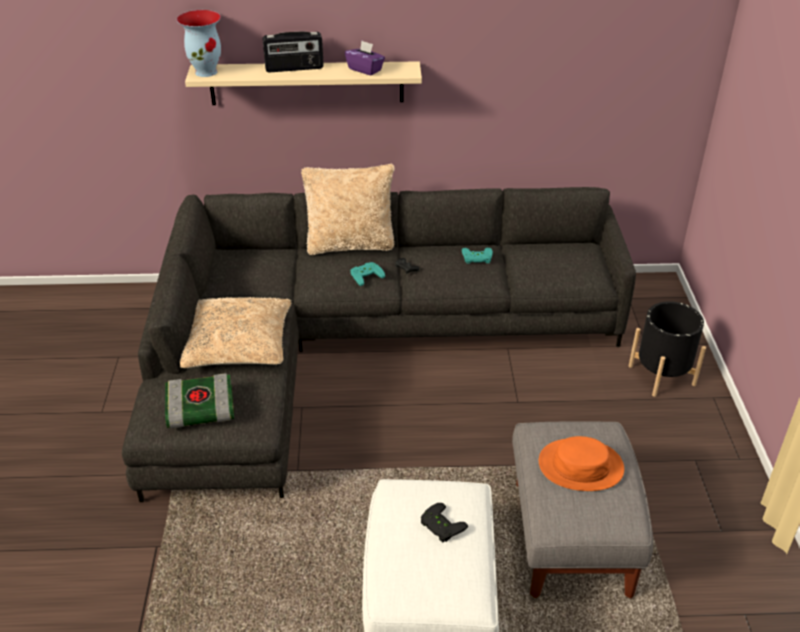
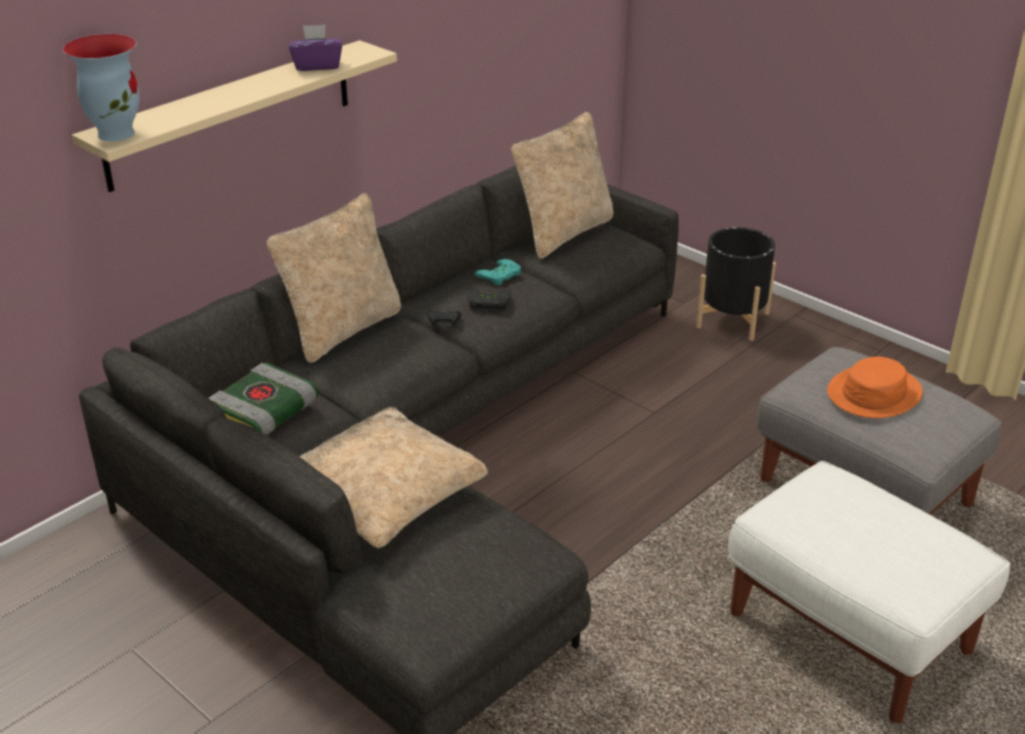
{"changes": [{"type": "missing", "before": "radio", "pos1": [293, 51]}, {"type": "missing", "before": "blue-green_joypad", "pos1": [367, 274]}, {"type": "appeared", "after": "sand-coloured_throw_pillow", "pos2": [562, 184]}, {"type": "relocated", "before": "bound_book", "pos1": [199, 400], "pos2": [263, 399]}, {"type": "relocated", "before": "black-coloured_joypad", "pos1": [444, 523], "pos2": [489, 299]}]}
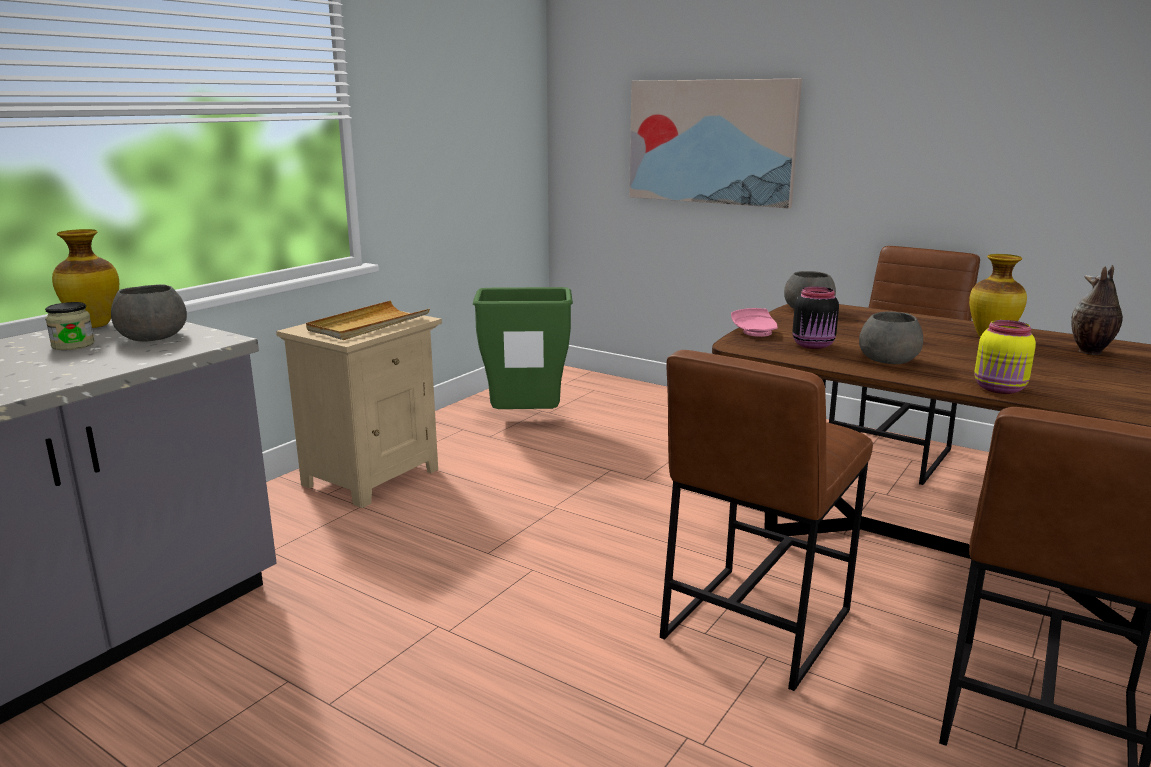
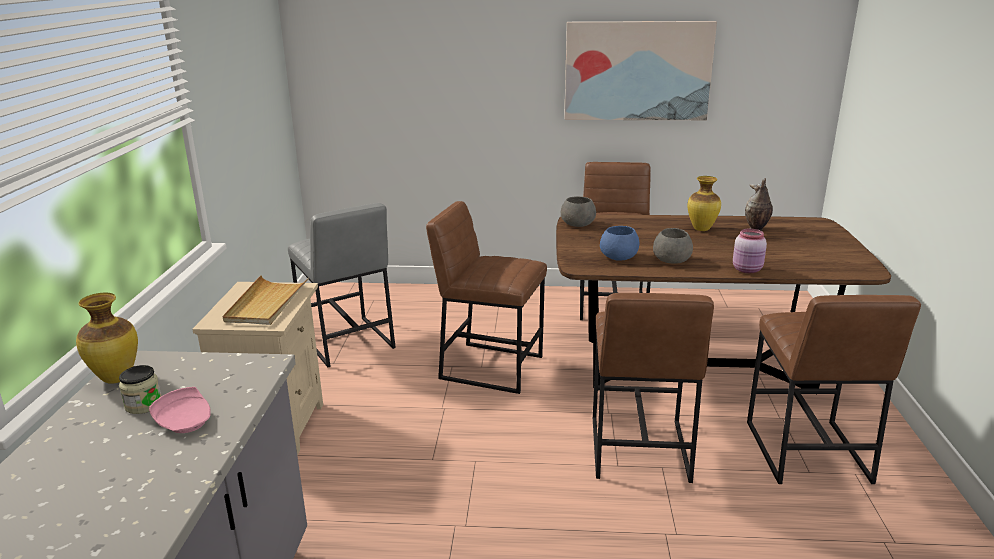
{"changes": [{"type": "missing", "before": "gray_bowl", "pos1": [149, 312]}, {"type": "appeared", "after": "brown_upright_chair", "pos2": [486, 297]}, {"type": "relocated", "before": "wall_art", "pos1": [715, 144], "pos2": [640, 70]}, {"type": "relocated", "before": "pinkish_dinner_plate", "pos1": [754, 322], "pos2": [180, 410]}, {"type": "exchanged", "before": "green-coloured_rubbish_bin", "after": "gray_upright_chair", "pos1": [523, 348], "pos2": [342, 285]}, {"type": "exchanged", "before": "black-coloured_jar", "after": "blue-coloured_bowl", "pos1": [815, 317], "pos2": [619, 243]}, {"type": "colour", "before": "yellow-coloured_jar", "after": "pinkish_jar", "pos1": [1005, 357], "pos2": [750, 251]}]}
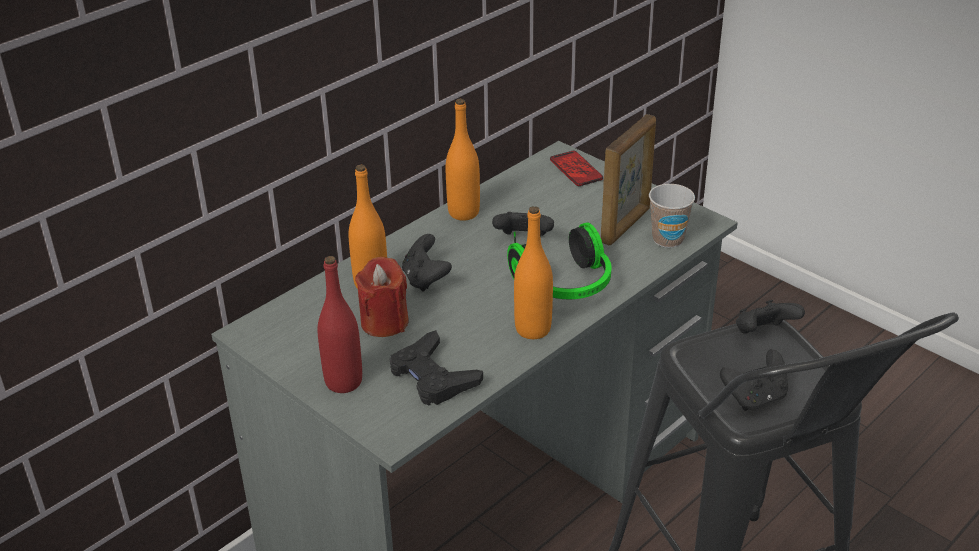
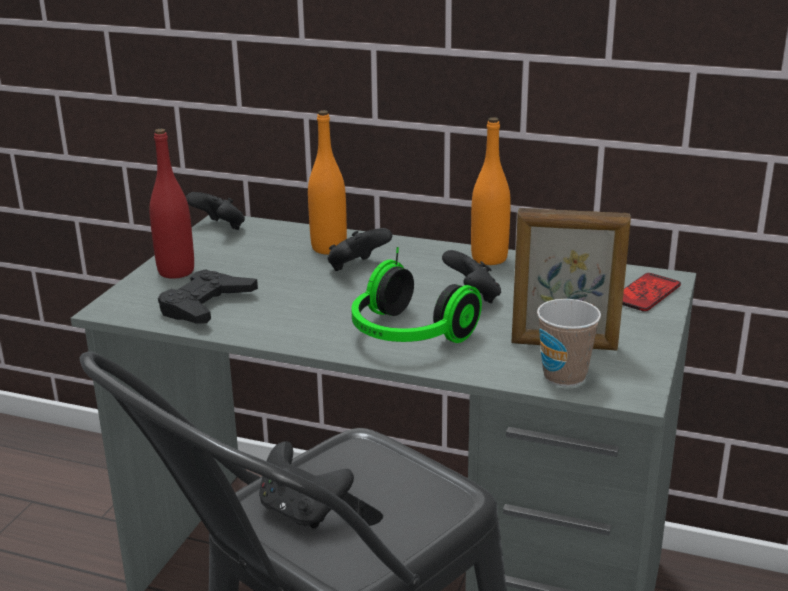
{"changes": [{"type": "missing", "before": "red_wax_light", "pos1": [382, 297]}, {"type": "missing", "before": "orange-coloured_beverage_bottle", "pos1": [533, 272]}, {"type": "relocated", "before": "black-coloured_joypad", "pos1": [770, 317], "pos2": [215, 211]}]}
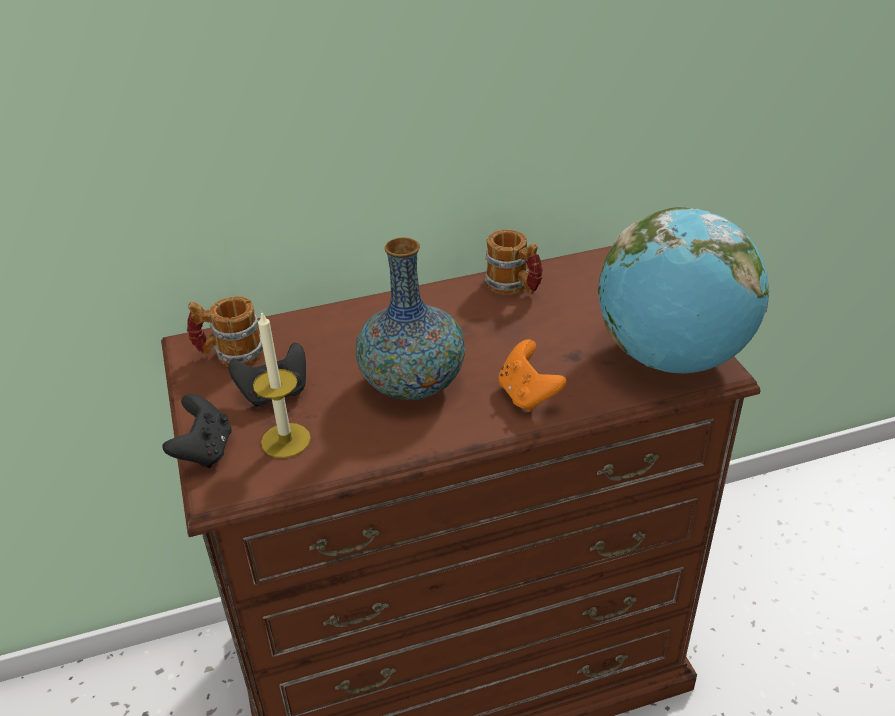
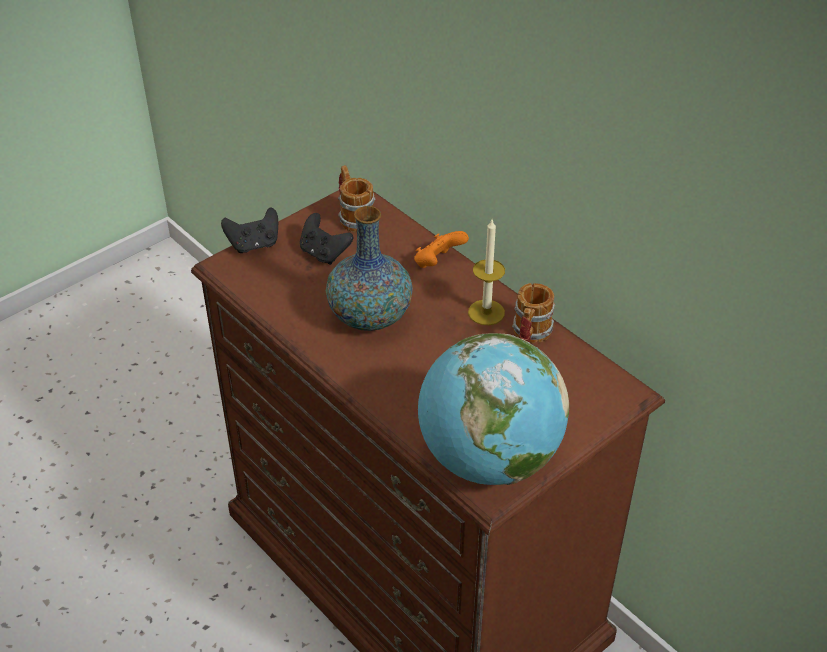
{"changes": [{"type": "relocated", "before": "wax_light", "pos1": [282, 385], "pos2": [486, 272]}, {"type": "relocated", "before": "orange-coloured_joypad", "pos1": [532, 375], "pos2": [441, 249]}]}
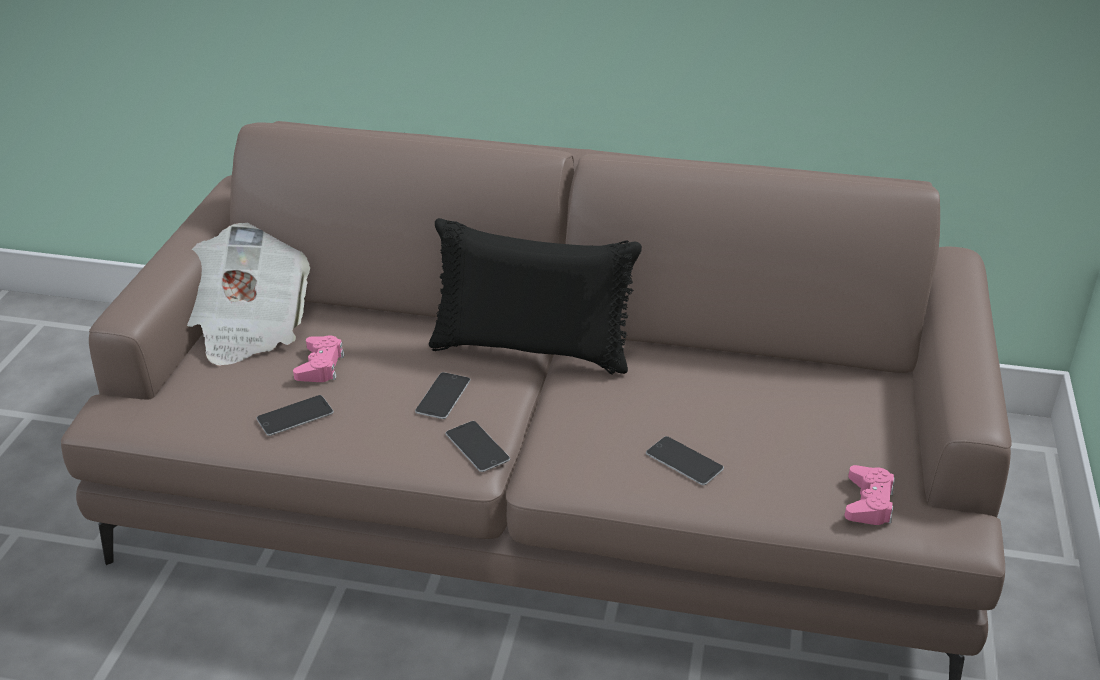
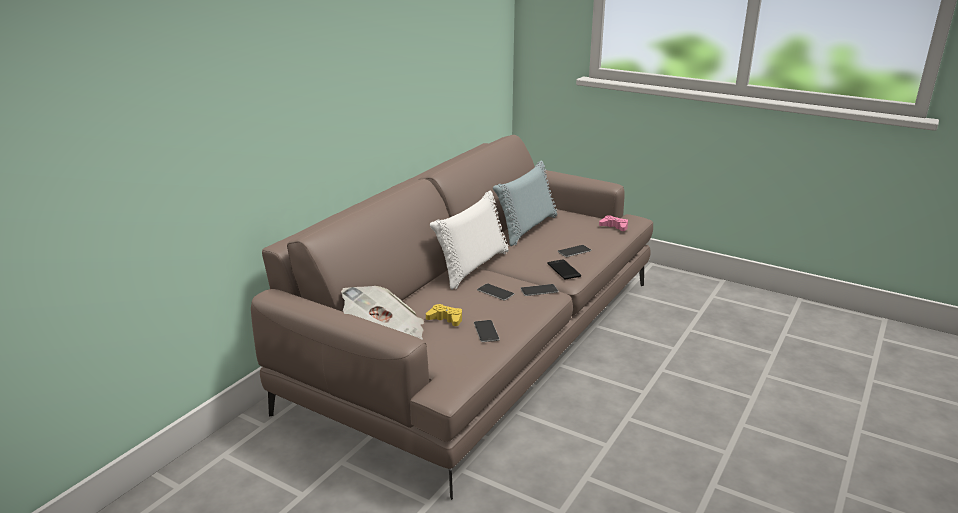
{"changes": [{"type": "appeared", "after": "blue-coloured_throw_pillow", "pos2": [525, 203]}, {"type": "appeared", "after": "phone", "pos2": [564, 269]}, {"type": "colour", "before": "pinkish_joypad", "after": "yellow-coloured_joypad", "pos1": [319, 358], "pos2": [444, 315]}, {"type": "colour", "before": "black-coloured_throw_pillow", "after": "white_throw_pillow", "pos1": [535, 296], "pos2": [469, 240]}]}
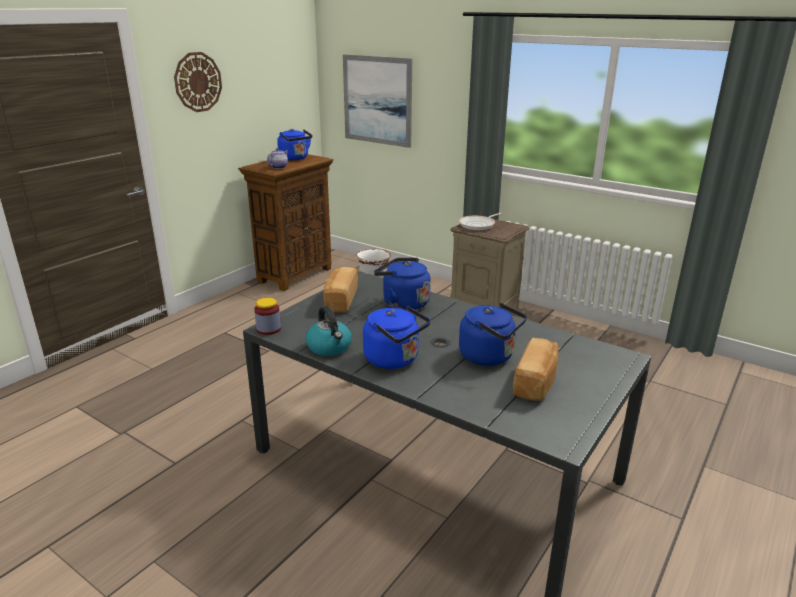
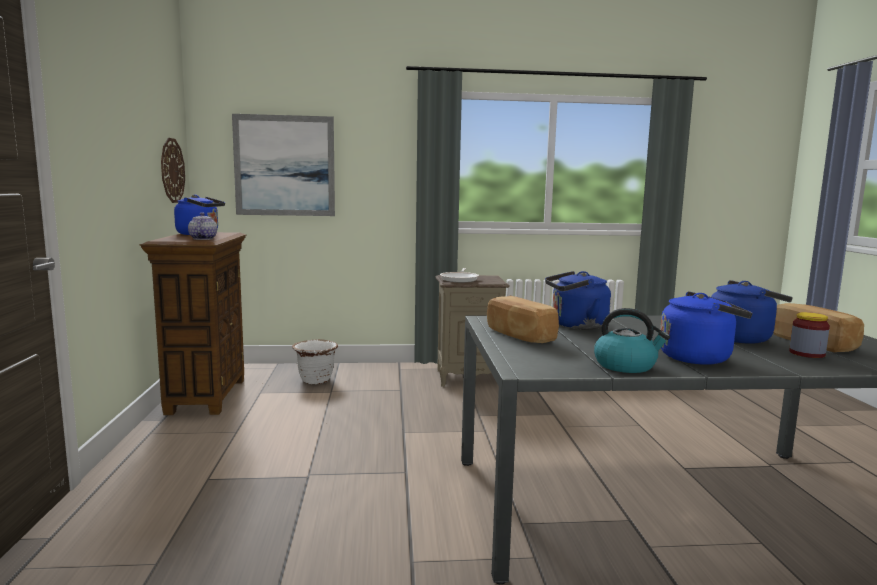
{"changes": [{"type": "relocated", "before": "hanging_clock", "pos1": [198, 82], "pos2": [173, 170]}, {"type": "relocated", "before": "jar", "pos1": [267, 316], "pos2": [809, 335]}]}
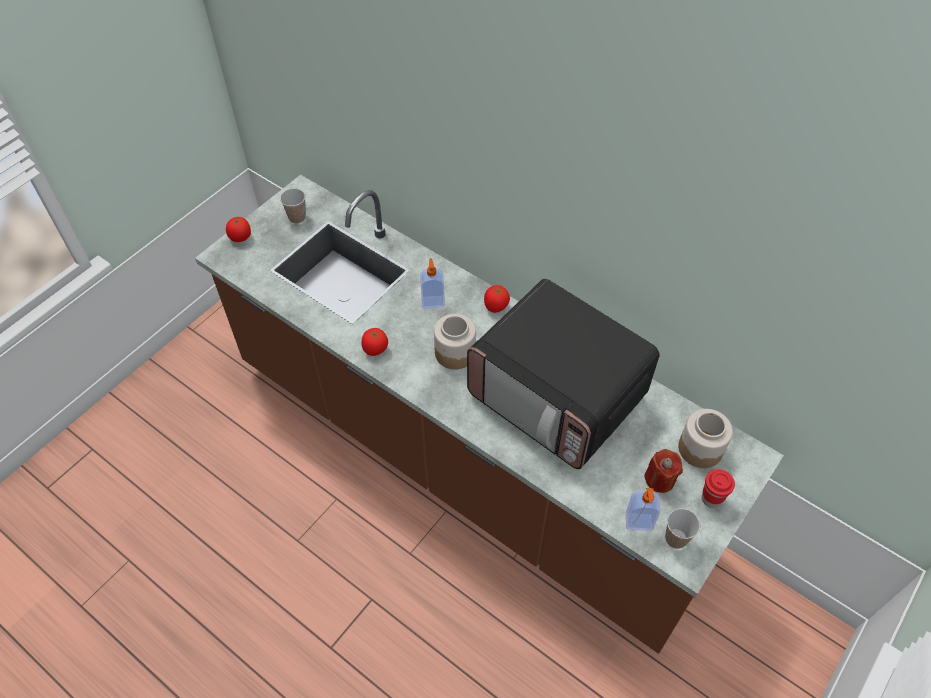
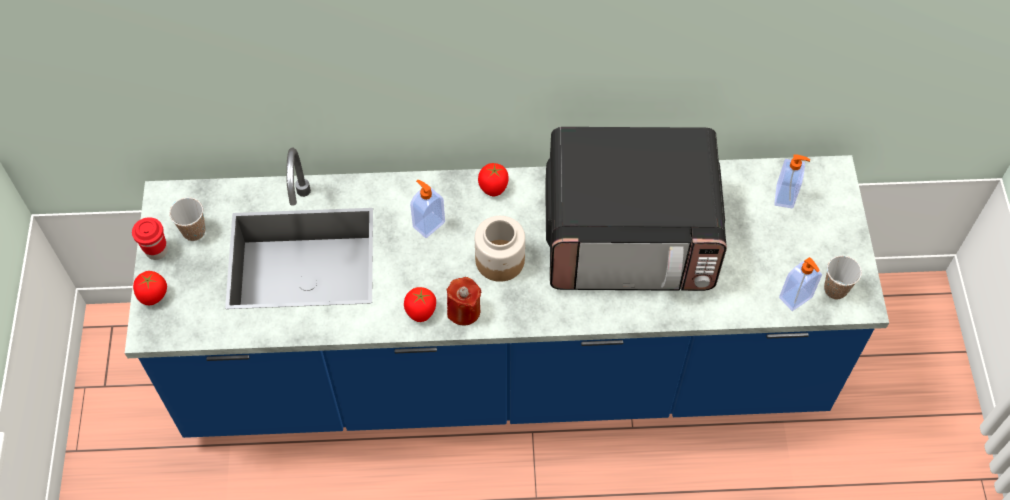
{"changes": [{"type": "relocated", "before": "red_wax_light", "pos1": [663, 471], "pos2": [463, 301]}, {"type": "relocated", "before": "red_drinking_cup", "pos1": [718, 488], "pos2": [149, 238]}, {"type": "exchanged", "before": "jar", "after": "soap_bottle", "pos1": [705, 438], "pos2": [792, 181]}, {"type": "colour", "before": "brown_counter", "after": "blue-coloured_counter", "pos1": [489, 414], "pos2": [507, 293]}]}
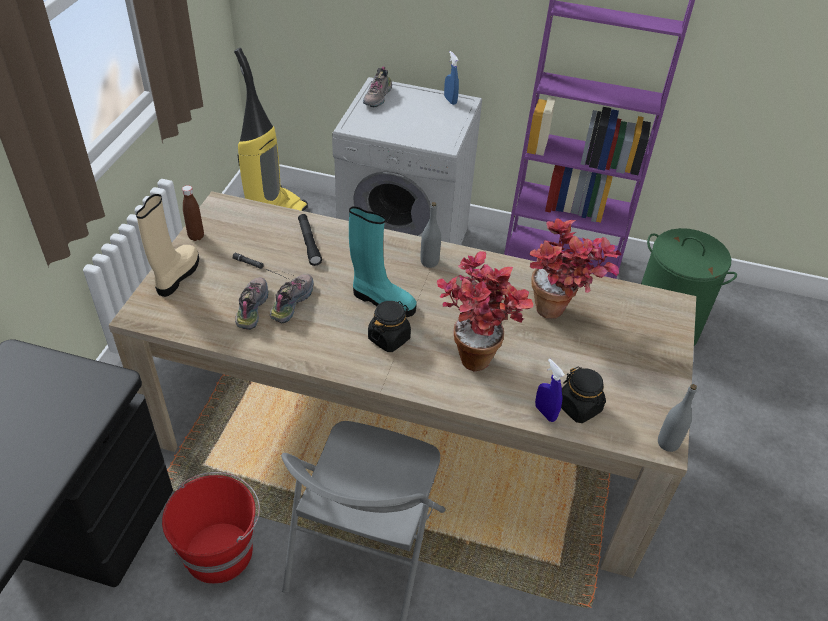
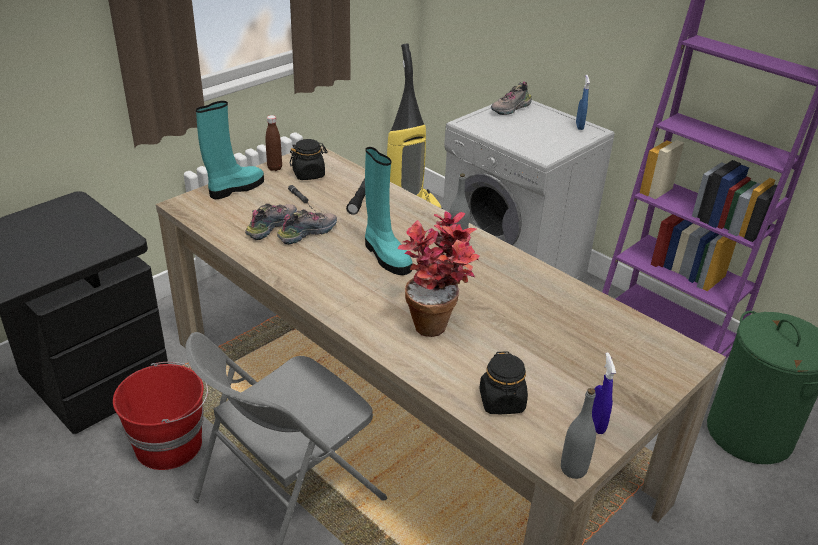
{"changes": [{"type": "missing", "before": "potted_plant", "pos1": [575, 268]}, {"type": "relocated", "before": "black-coloured_jar", "pos1": [389, 326], "pos2": [308, 159]}, {"type": "relocated", "before": "blue-coloured_hand_sprayer", "pos1": [550, 390], "pos2": [604, 393]}, {"type": "colour", "before": "sand-coloured_boot", "after": "blue-green_boot", "pos1": [167, 245], "pos2": [230, 150]}]}
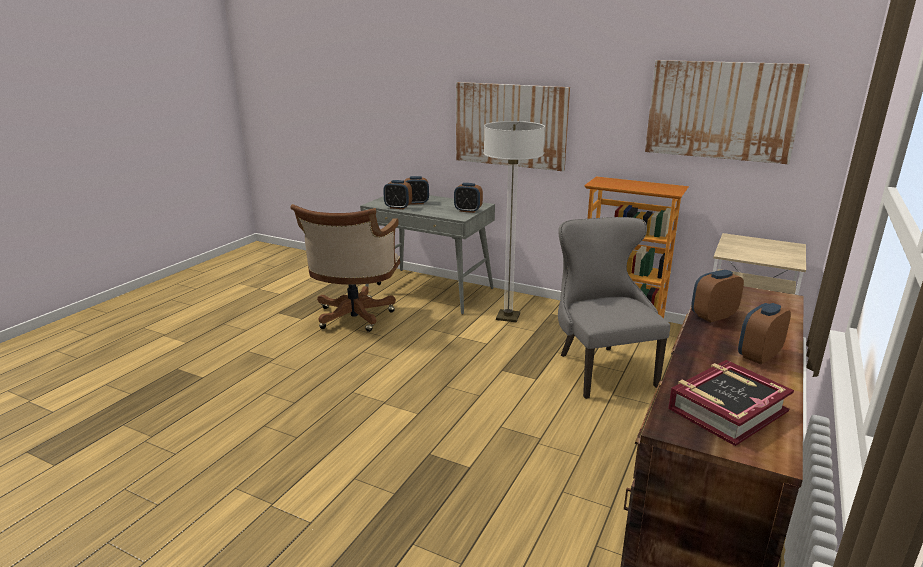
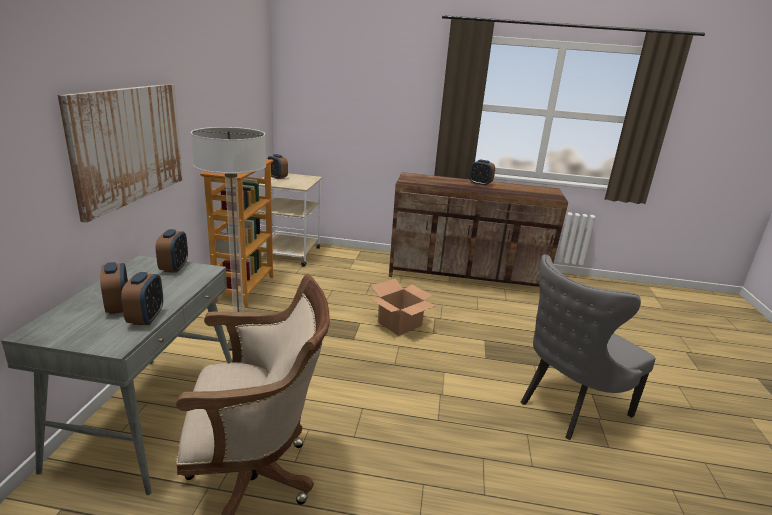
{"changes": [{"type": "missing", "before": "wall_art", "pos1": [727, 112]}, {"type": "missing", "before": "bound_book", "pos1": [731, 403]}, {"type": "appeared", "after": "carton", "pos2": [403, 307]}, {"type": "relocated", "before": "gray_upright_chair", "pos1": [614, 308], "pos2": [588, 347]}, {"type": "relocated", "before": "bedside_clock", "pos1": [717, 296], "pos2": [278, 166]}]}
